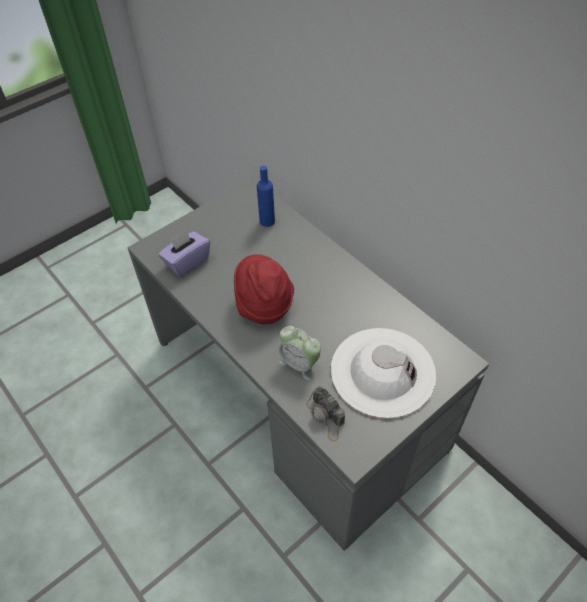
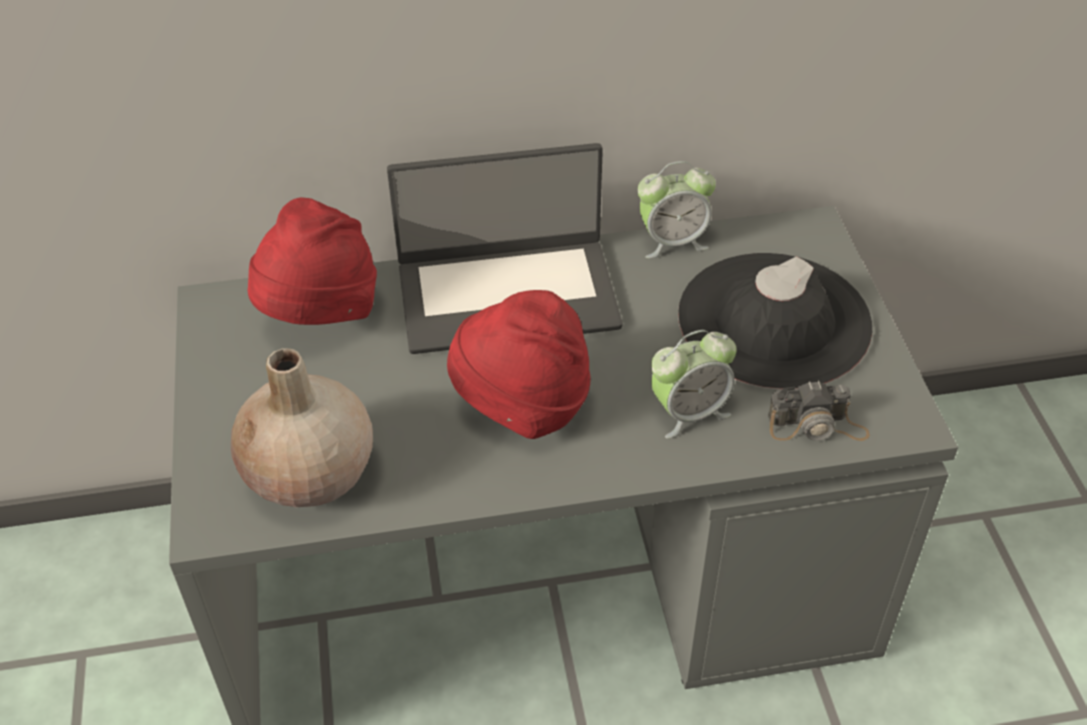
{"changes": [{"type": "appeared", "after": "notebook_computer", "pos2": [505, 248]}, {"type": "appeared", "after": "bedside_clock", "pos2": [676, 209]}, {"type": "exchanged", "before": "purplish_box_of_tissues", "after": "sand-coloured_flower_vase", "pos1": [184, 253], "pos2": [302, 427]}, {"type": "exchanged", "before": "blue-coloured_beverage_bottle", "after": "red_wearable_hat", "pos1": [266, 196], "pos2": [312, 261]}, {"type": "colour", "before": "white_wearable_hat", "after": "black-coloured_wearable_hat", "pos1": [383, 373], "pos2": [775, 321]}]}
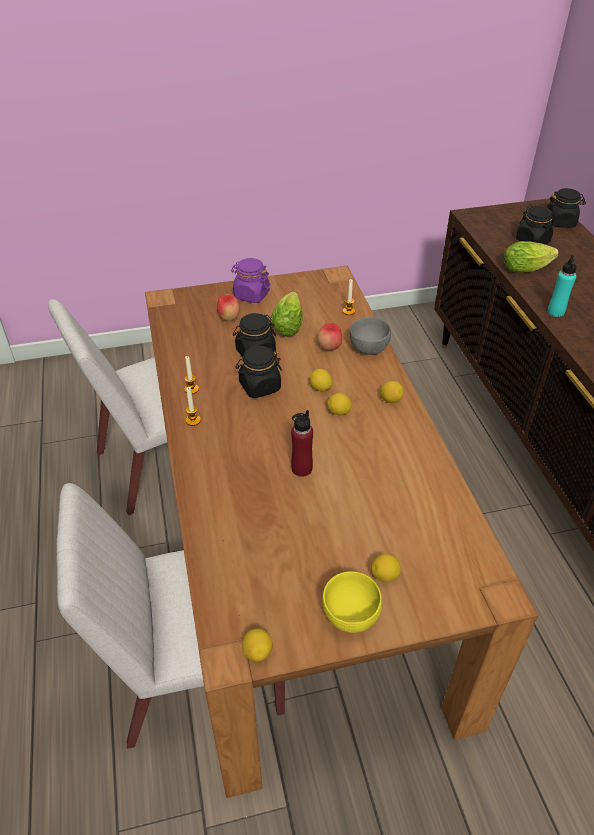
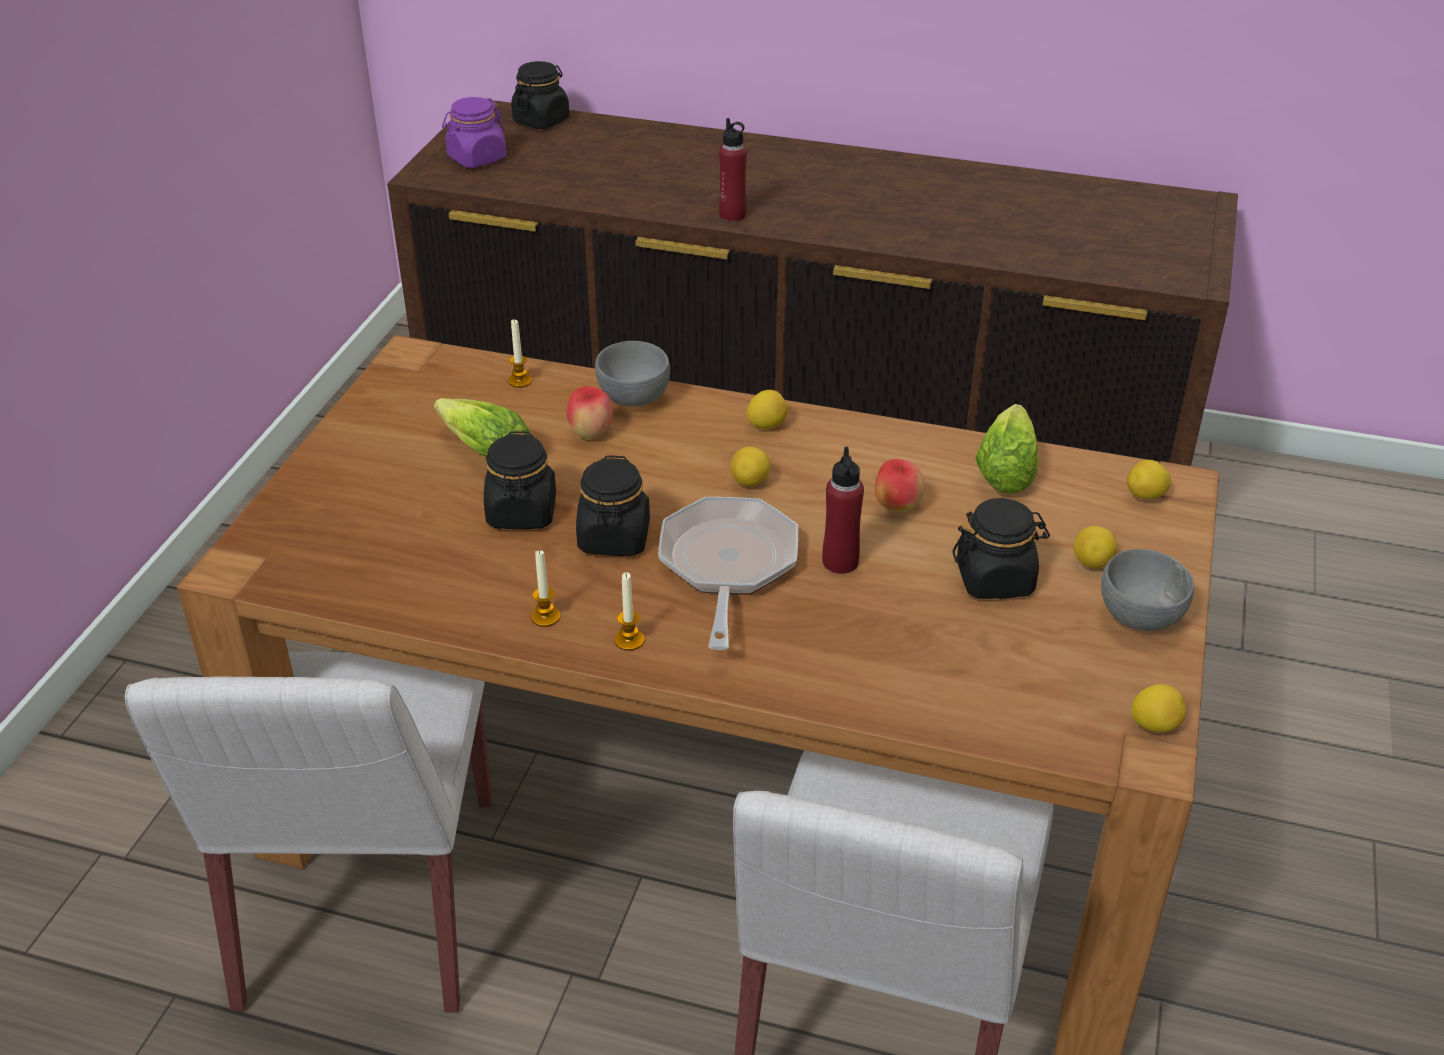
{"changes": [{"type": "appeared", "after": "frying_pan", "pos2": [728, 573]}, {"type": "relocated", "before": "whole_apple", "pos1": [228, 307], "pos2": [900, 485]}, {"type": "relocated", "before": "purplish_jar", "pos1": [250, 280], "pos2": [474, 132]}, {"type": "relocated", "before": "citrus_fruit", "pos1": [320, 380], "pos2": [1149, 480]}, {"type": "relocated", "before": "lettuce_head", "pos1": [531, 257], "pos2": [1007, 449]}, {"type": "relocated", "before": "black-coloured_jar", "pos1": [535, 225], "pos2": [1001, 548]}, {"type": "colour", "before": "yellow-coloured_bowl", "after": "gray_bowl", "pos1": [352, 602], "pos2": [1147, 590]}, {"type": "colour", "before": "blue-green_beverage_bottle", "after": "red_beverage_bottle", "pos1": [562, 286], "pos2": [733, 170]}]}
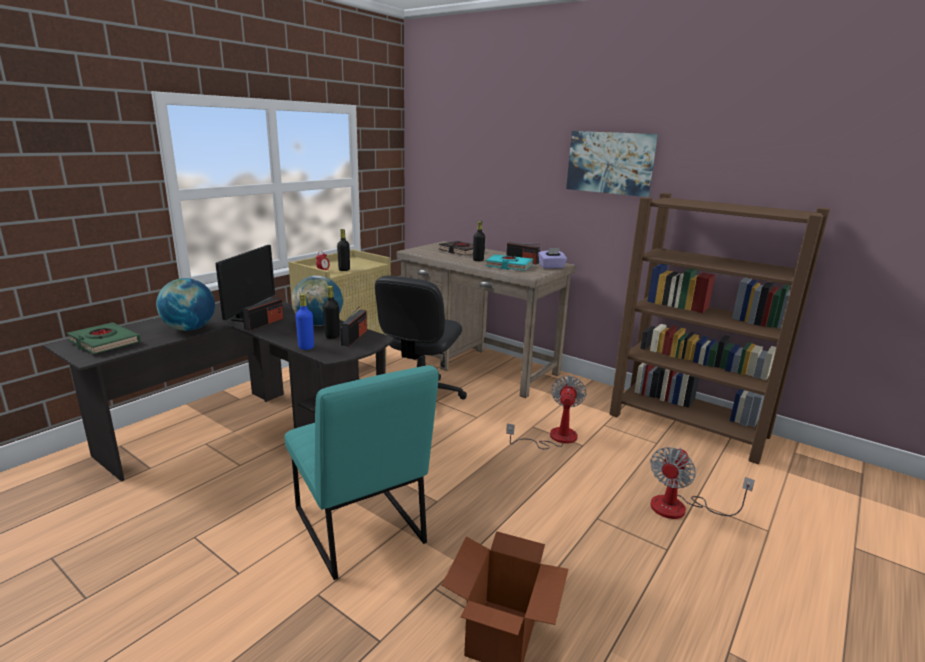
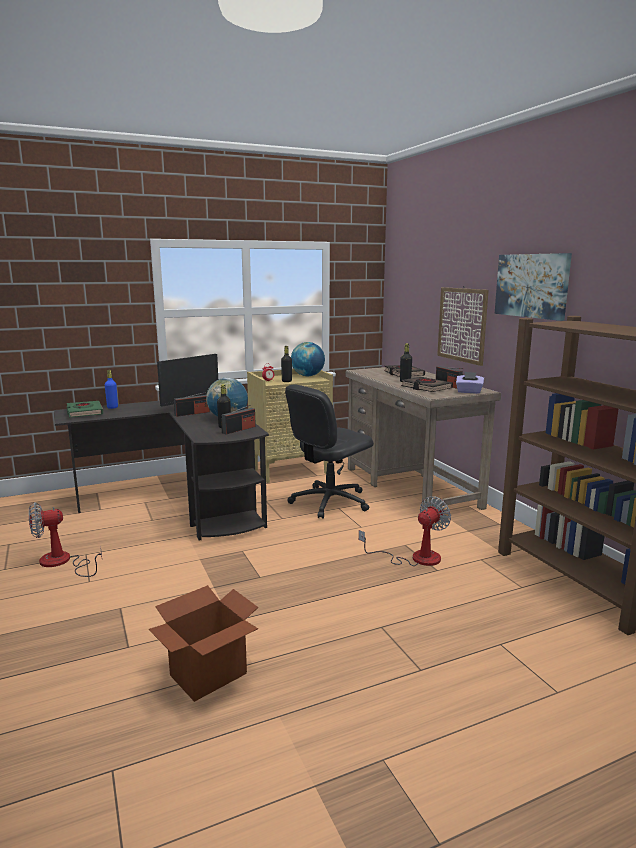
{"changes": [{"type": "missing", "before": "blue-green_upright_chair", "pos1": [361, 473]}, {"type": "appeared", "after": "wall_art", "pos2": [463, 326]}, {"type": "relocated", "before": "world_globe", "pos1": [185, 304], "pos2": [308, 359]}, {"type": "relocated", "before": "blue-coloured_beverage_bottle", "pos1": [304, 322], "pos2": [111, 389]}, {"type": "relocated", "before": "cooling_fan", "pos1": [702, 483], "pos2": [65, 539]}, {"type": "colour", "before": "blue-green_bound_book", "after": "black-coloured_bound_book", "pos1": [509, 262], "pos2": [427, 384]}]}
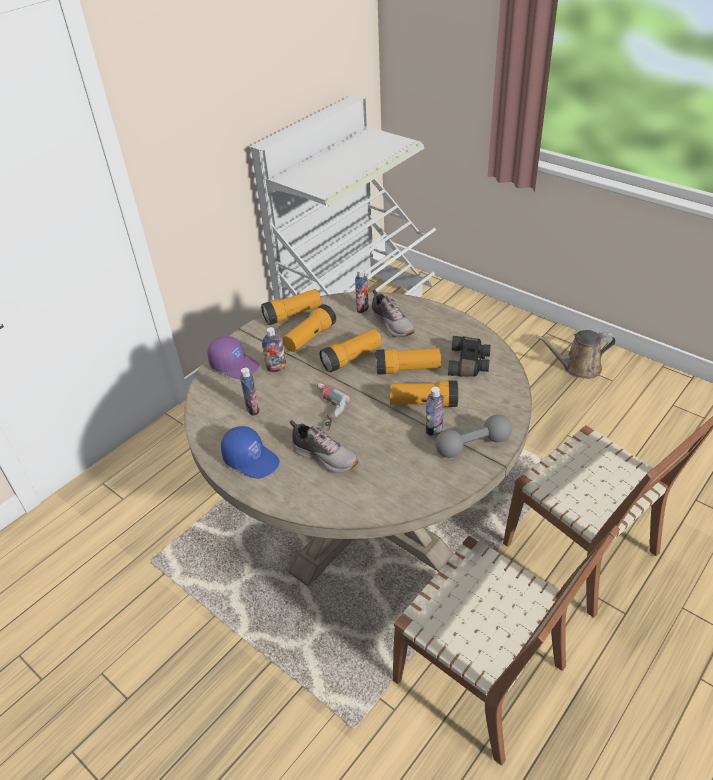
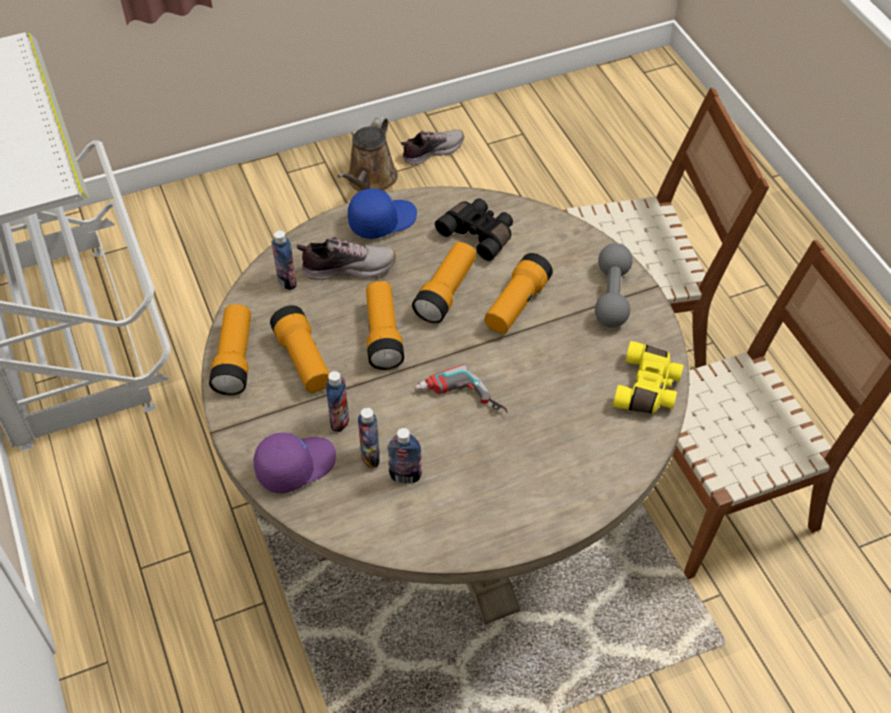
{"changes": [{"type": "appeared", "after": "yellow-coloured_field_glasses", "pos2": [648, 377]}, {"type": "relocated", "before": "blue-coloured_cap", "pos1": [250, 452], "pos2": [382, 213]}, {"type": "relocated", "before": "item_of_footwear", "pos1": [323, 446], "pos2": [432, 147]}, {"type": "relocated", "before": "beverage_bottle", "pos1": [435, 411], "pos2": [369, 438]}]}
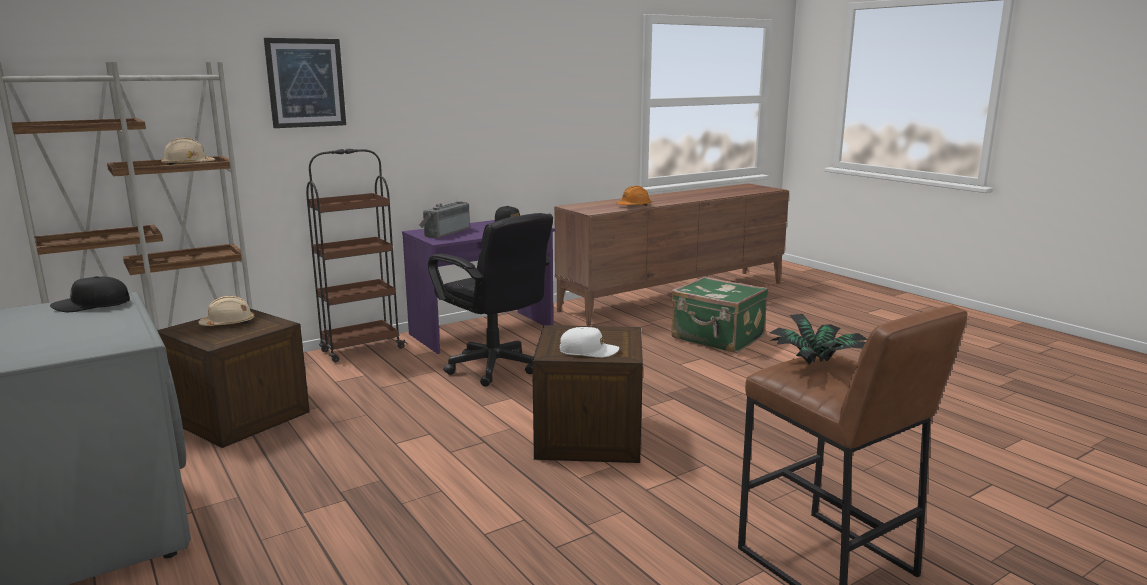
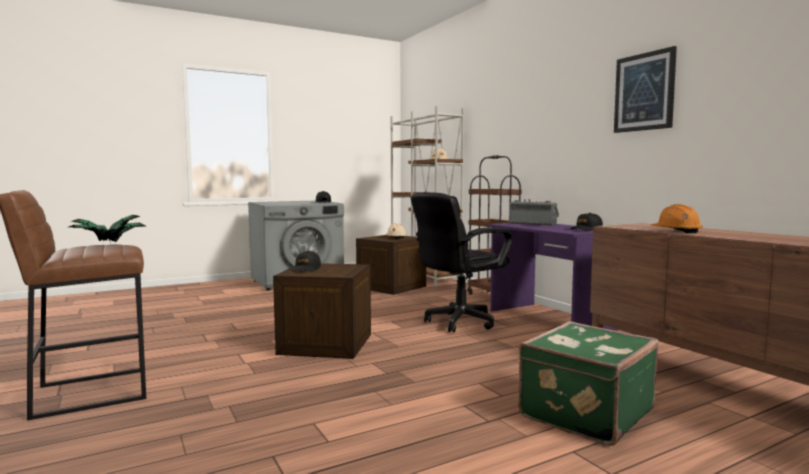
{"changes": [{"type": "relocated", "before": "wall_art", "pos1": [305, 83], "pos2": [645, 89]}, {"type": "colour", "before": "white_cap", "after": "black-coloured_cap", "pos1": [589, 342], "pos2": [306, 261]}]}
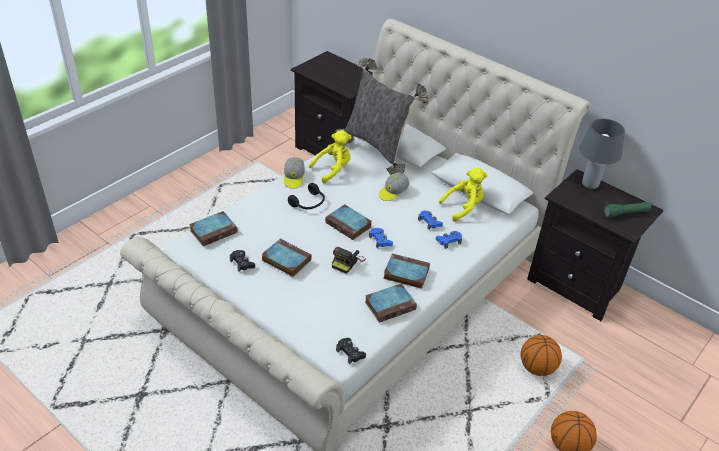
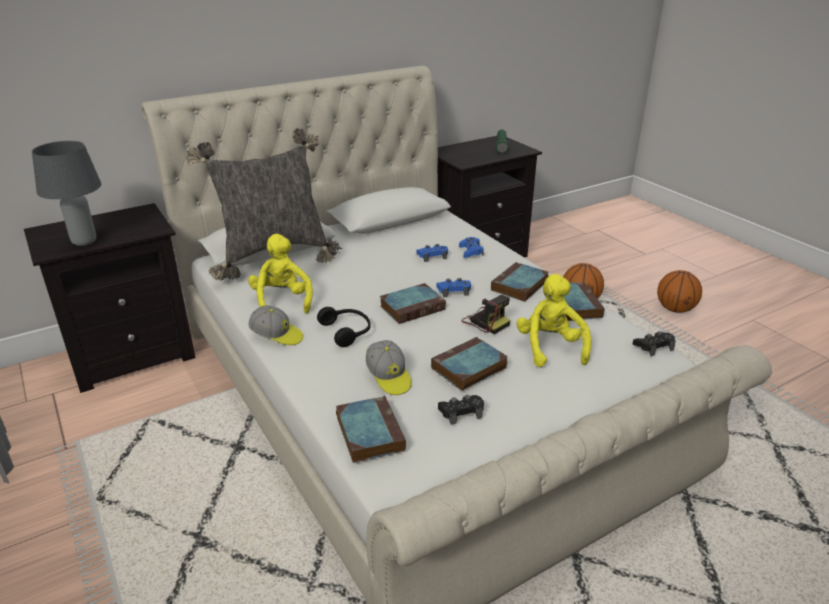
{"changes": [{"type": "relocated", "before": "cap", "pos1": [394, 186], "pos2": [389, 367]}, {"type": "relocated", "before": "yellow-coloured_soft_toy", "pos1": [463, 195], "pos2": [553, 320]}, {"type": "relocated", "before": "gray_table_lamp", "pos1": [602, 153], "pos2": [66, 193]}]}
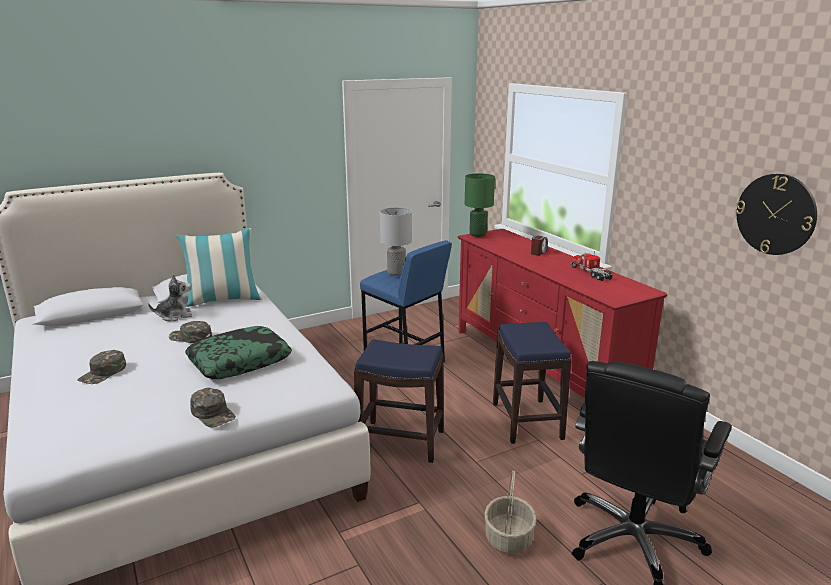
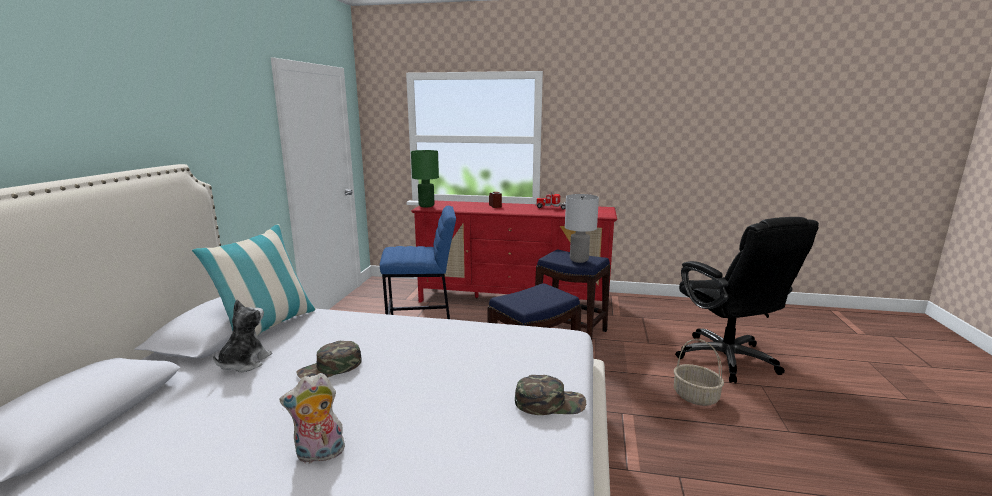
{"changes": [{"type": "missing", "before": "throw_pillow", "pos1": [238, 352]}, {"type": "missing", "before": "hanging_clock", "pos1": [776, 214]}, {"type": "relocated", "before": "gray_table_lamp", "pos1": [396, 241], "pos2": [582, 228]}, {"type": "exchanged", "before": "green-coloured_cap", "after": "soft_toy", "pos1": [101, 367], "pos2": [312, 418]}]}
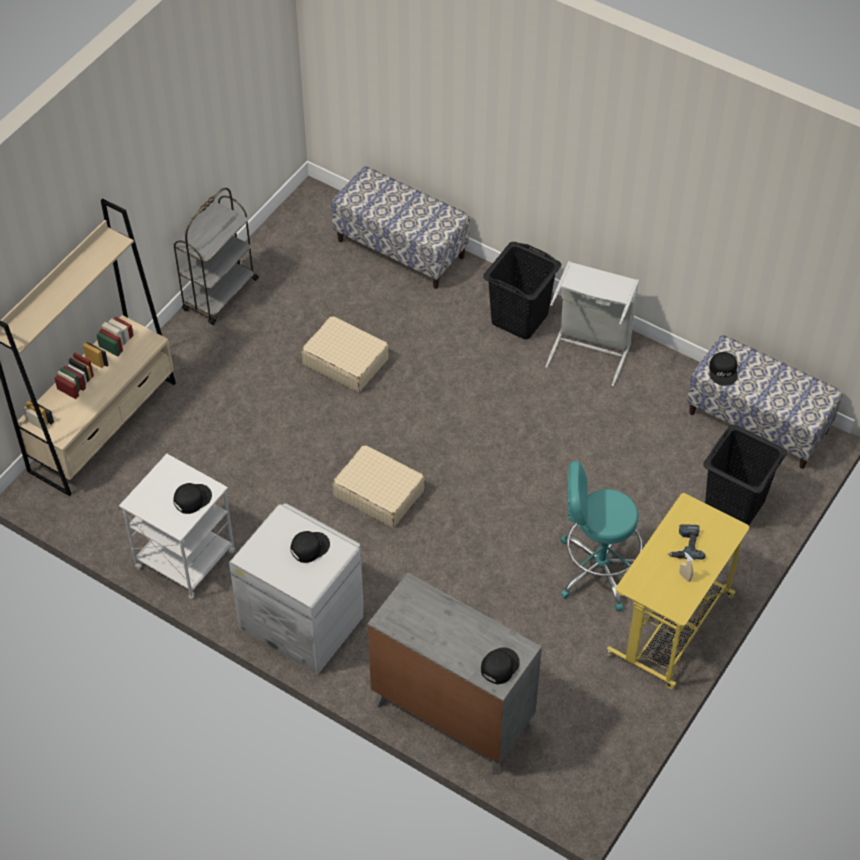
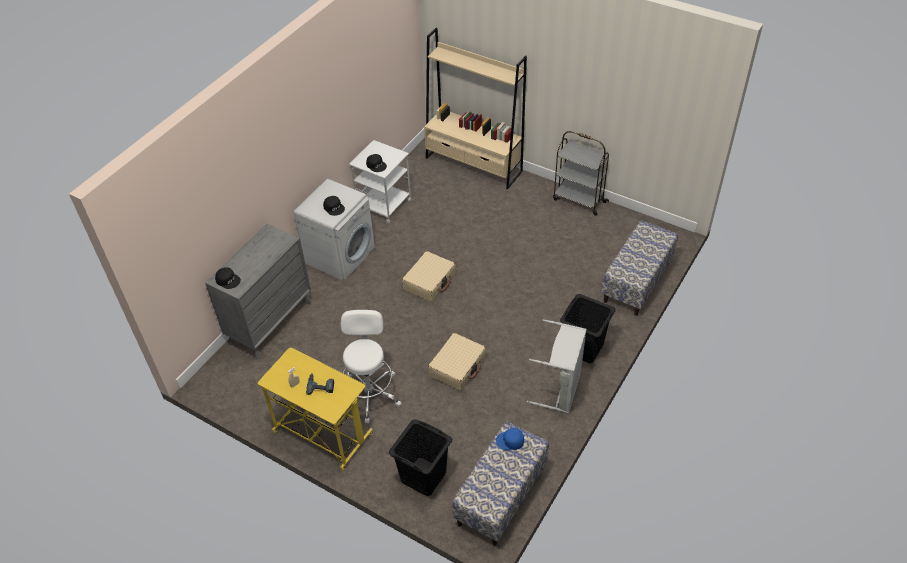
{"changes": [{"type": "relocated", "before": "sand-coloured_travel_case", "pos1": [345, 354], "pos2": [457, 362]}, {"type": "colour", "before": "blue-green_sitting_stool", "after": "white_sitting_stool", "pos1": [601, 536], "pos2": [371, 366]}, {"type": "colour", "before": "black-coloured_cap", "after": "blue-coloured_cap", "pos1": [723, 369], "pos2": [510, 439]}]}
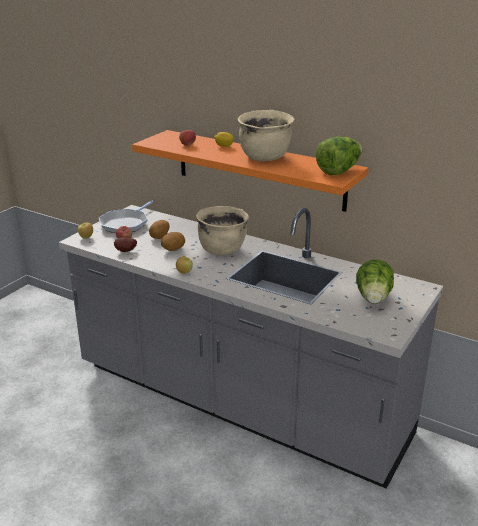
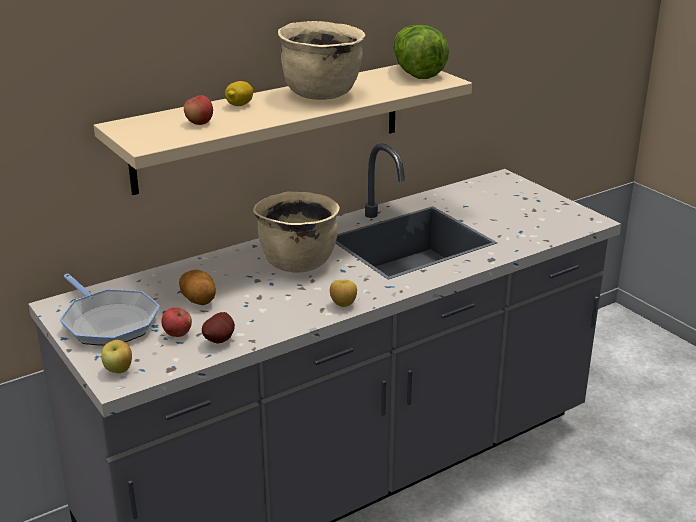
{"changes": [{"type": "missing", "before": "spud", "pos1": [173, 241]}, {"type": "missing", "before": "lettuce_head", "pos1": [375, 282]}, {"type": "colour", "before": "orange-coloured_shelf", "after": "sand-coloured_shelf", "pos1": [250, 171], "pos2": [283, 129]}]}
